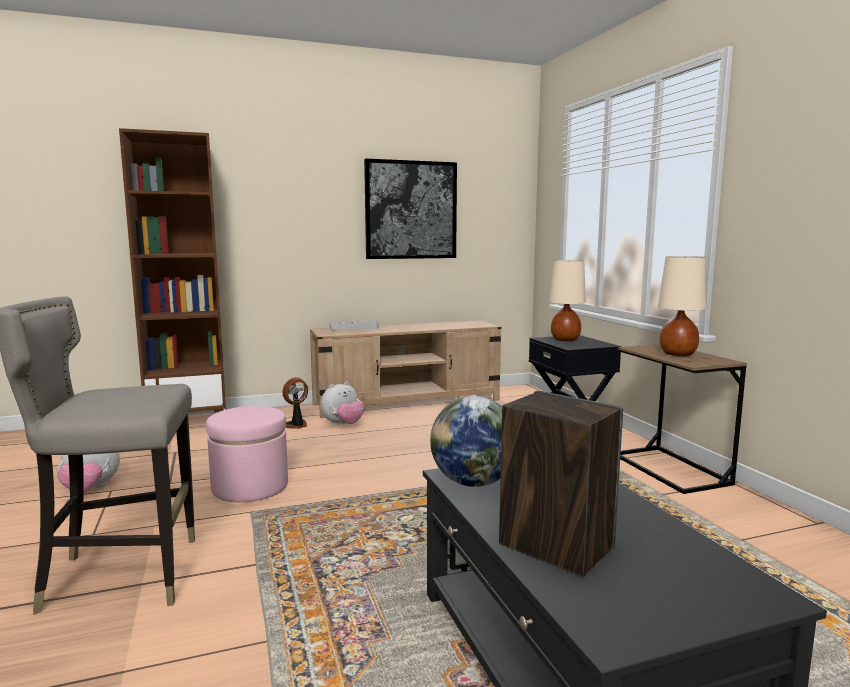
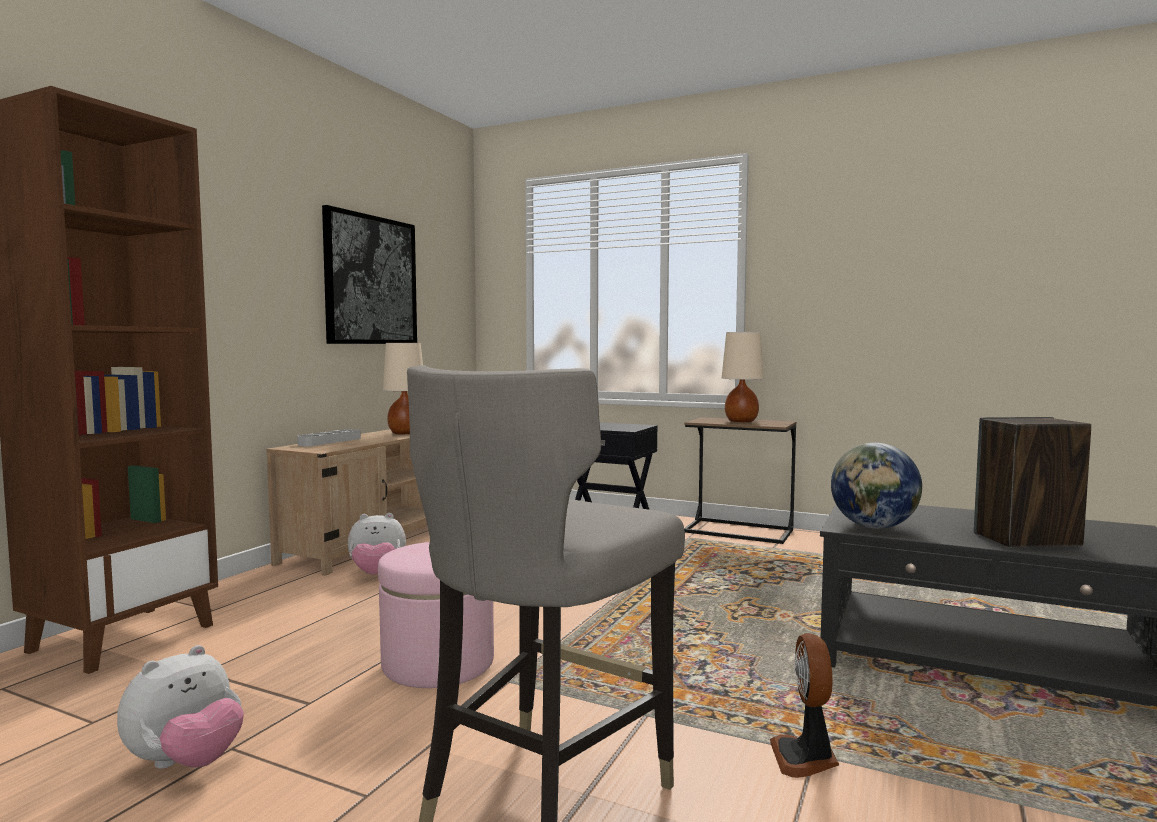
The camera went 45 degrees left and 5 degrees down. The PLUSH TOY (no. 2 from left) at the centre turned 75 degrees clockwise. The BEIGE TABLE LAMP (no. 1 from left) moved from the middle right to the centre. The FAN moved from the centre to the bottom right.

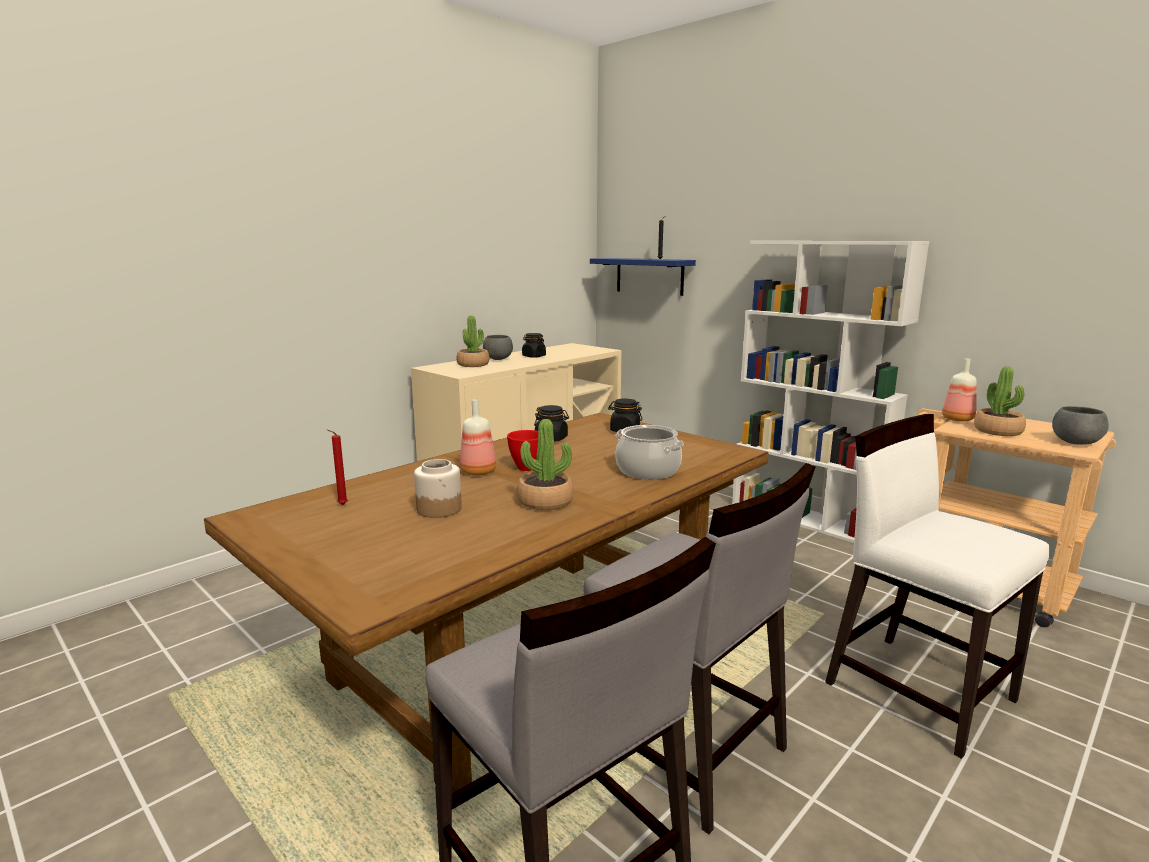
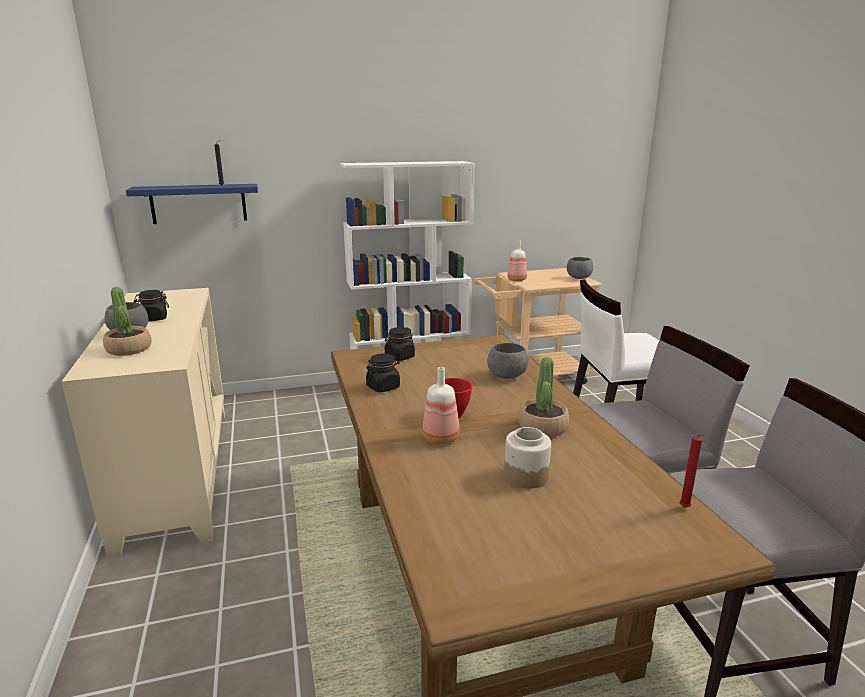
The camera went 60 degrees left and 5 degrees up. The COOKING POT at the centre was replaced by the GREY BOWL (no. 2 from left) at the centre. The RED CANDLE moved from the middle left to the bottom right. The POTTED PLANT (no. 3 from left) at the middle right disappeared.

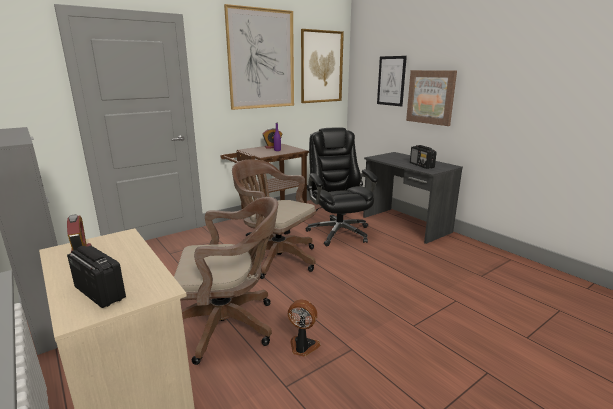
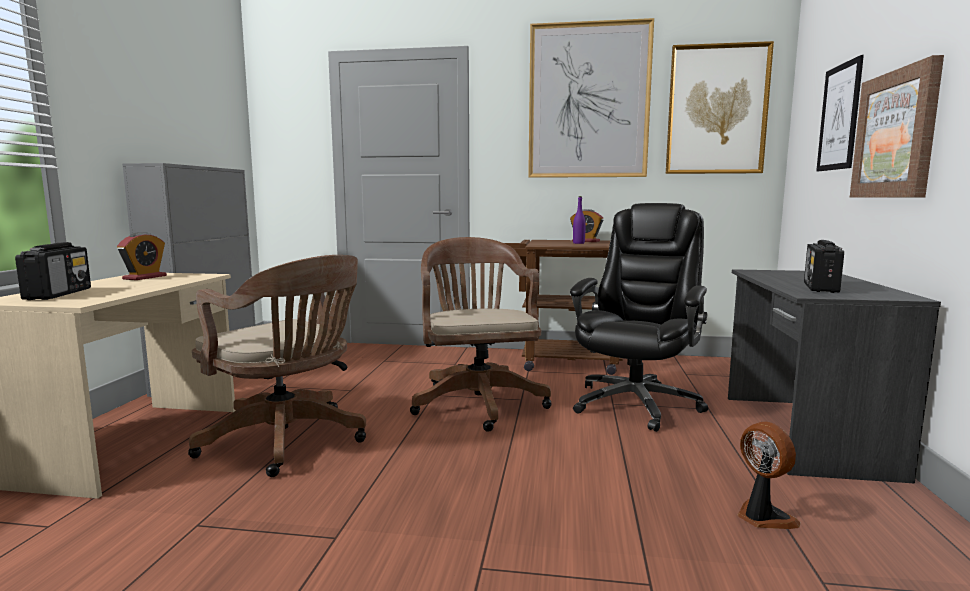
The camera went 45 degrees right and 10 degrees down. The FAN moved from the bottom centre to the bottom right.

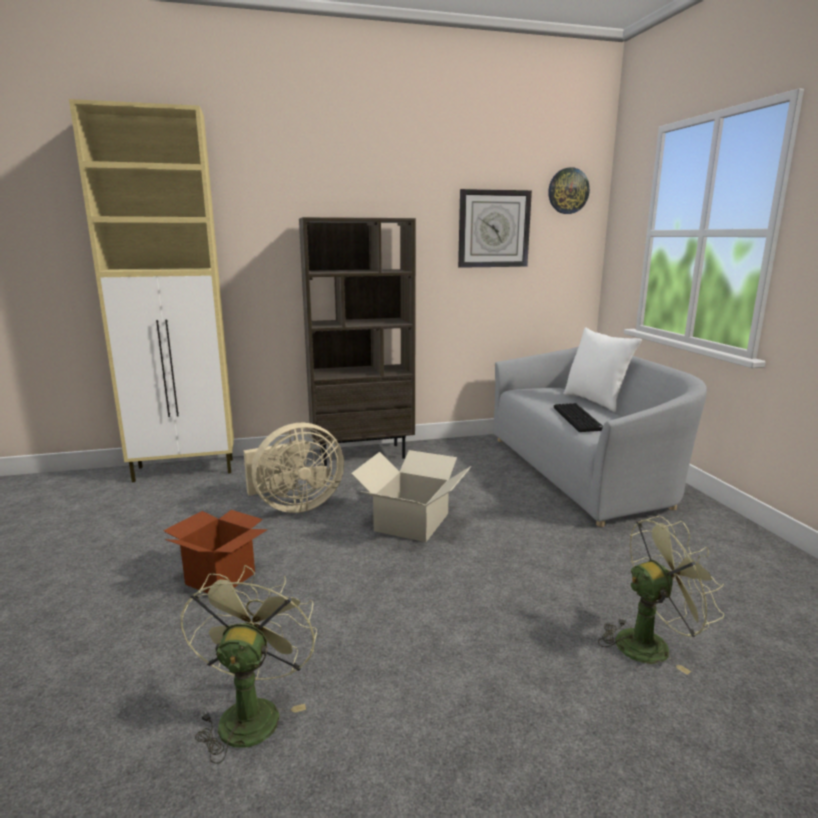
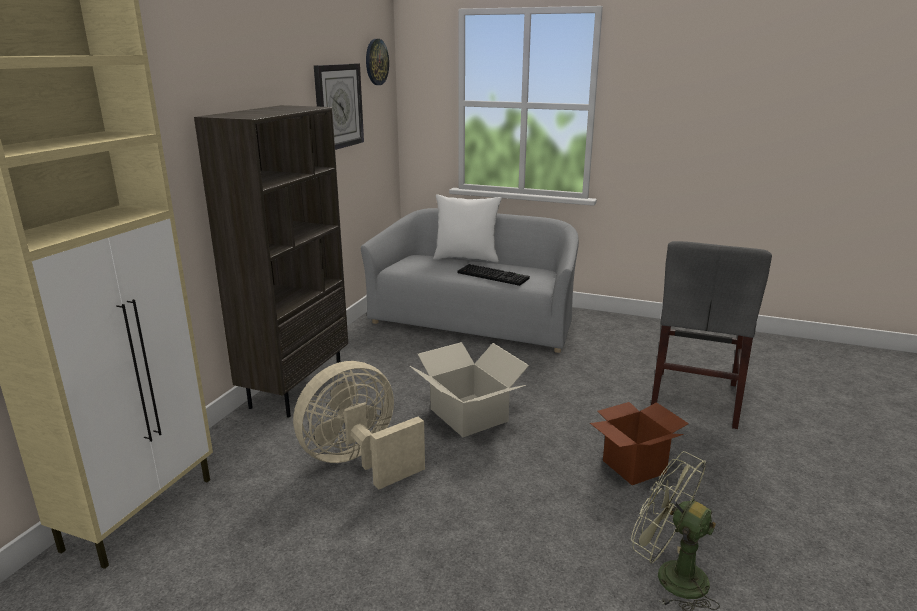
The camera went 55 degrees left and 5 degrees up. The BEIGE FAN at the centre turned 135 degrees counterclockwise. The CARDBOARD BOX (no. 1 from left in the first image) moved from the bottom left to the bottom right. The GREEN FAN (no. 2 from left) at the bottom right was replaced by the GREY CHAIR at the middle right.

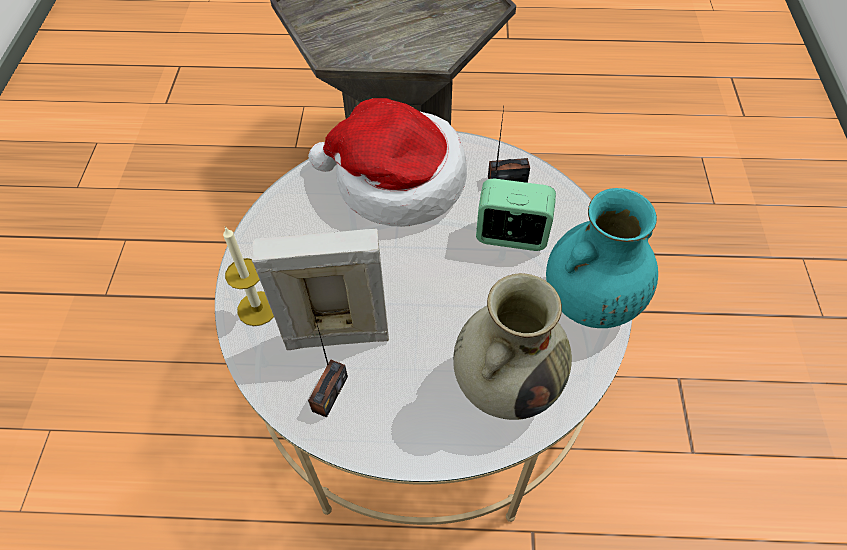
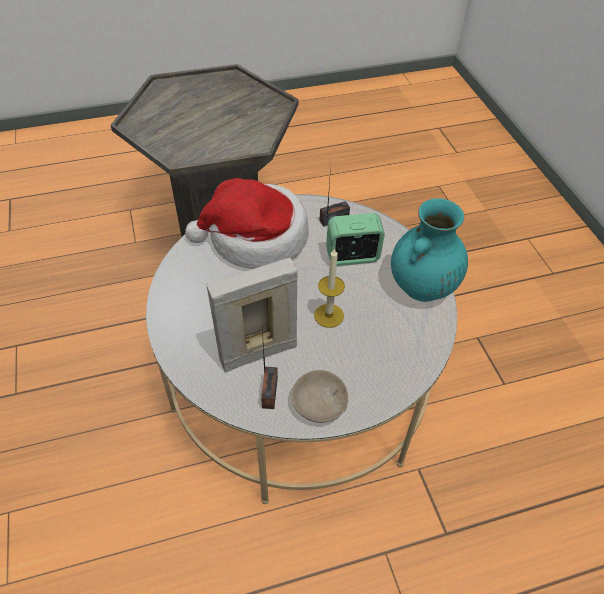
The camera went 20 degrees left and 5 degrees down. The BEIGE BOWL at the bottom centre appeared. The CANDLE moved from the middle left to the centre. The BEIGE VASE at the centre disappeared.

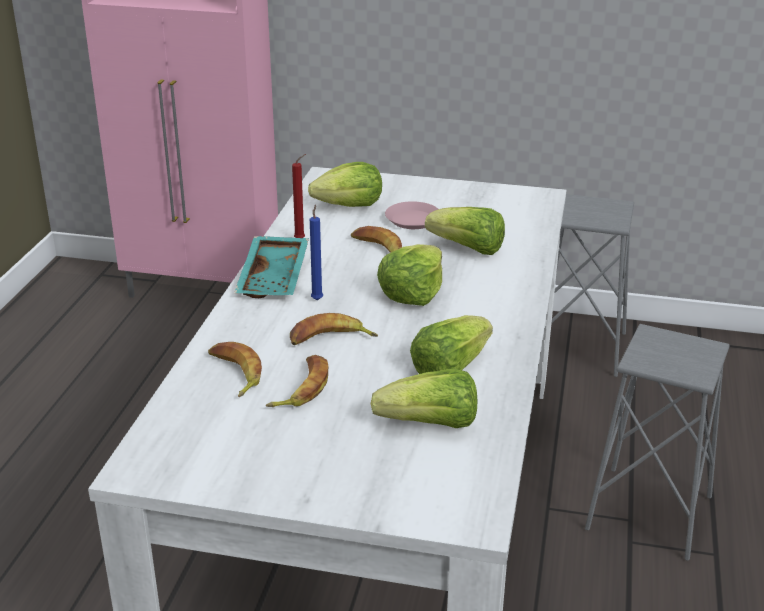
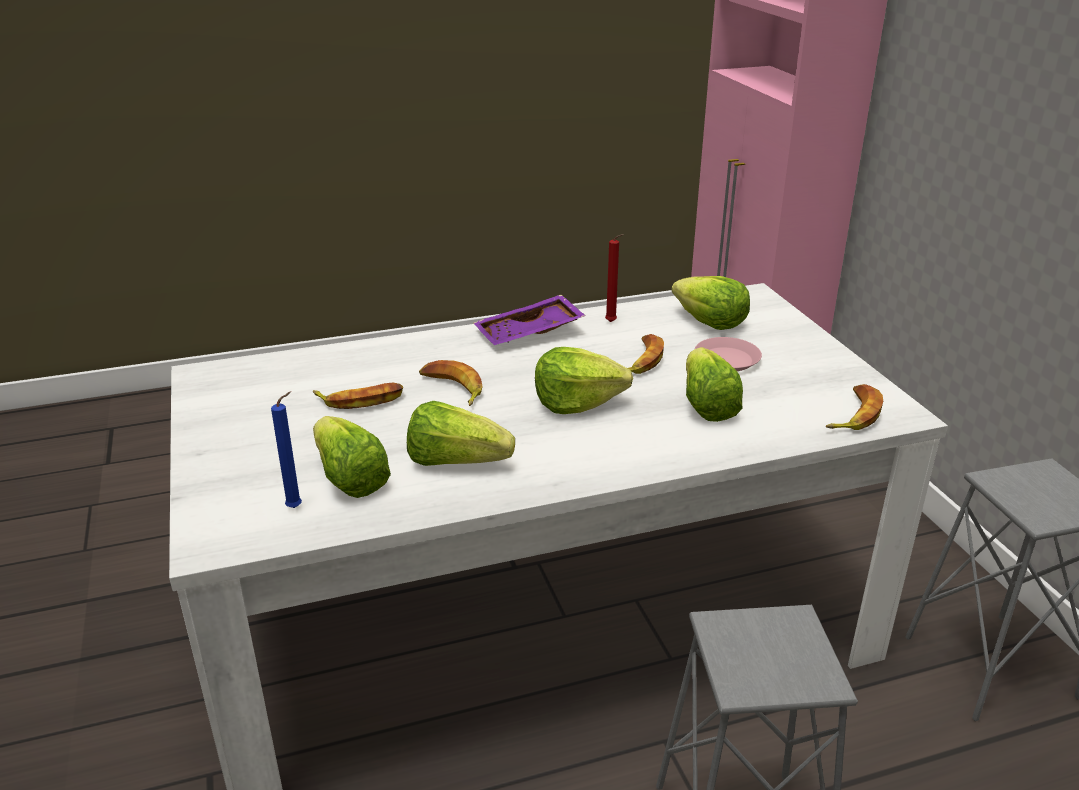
The camera went 60 degrees right and 0 degrees up. The BLUE CANDLE moved from the centre to the middle left. The TURQUOISE TRAY at the centre became the PURPLE TRAY at the centre. The BANANA (no. 1 from left in the first image) moved from the middle left to the middle right.

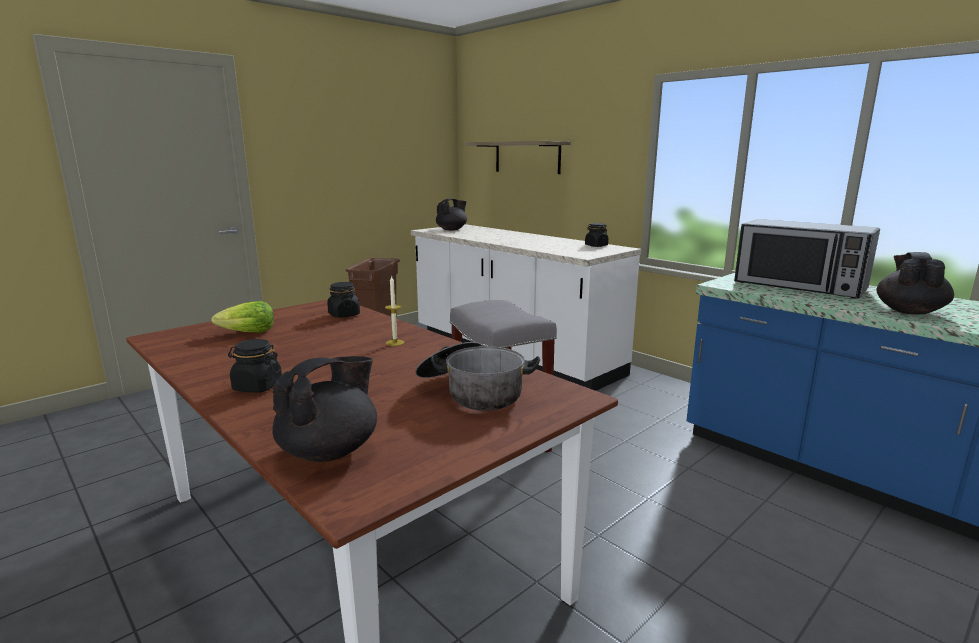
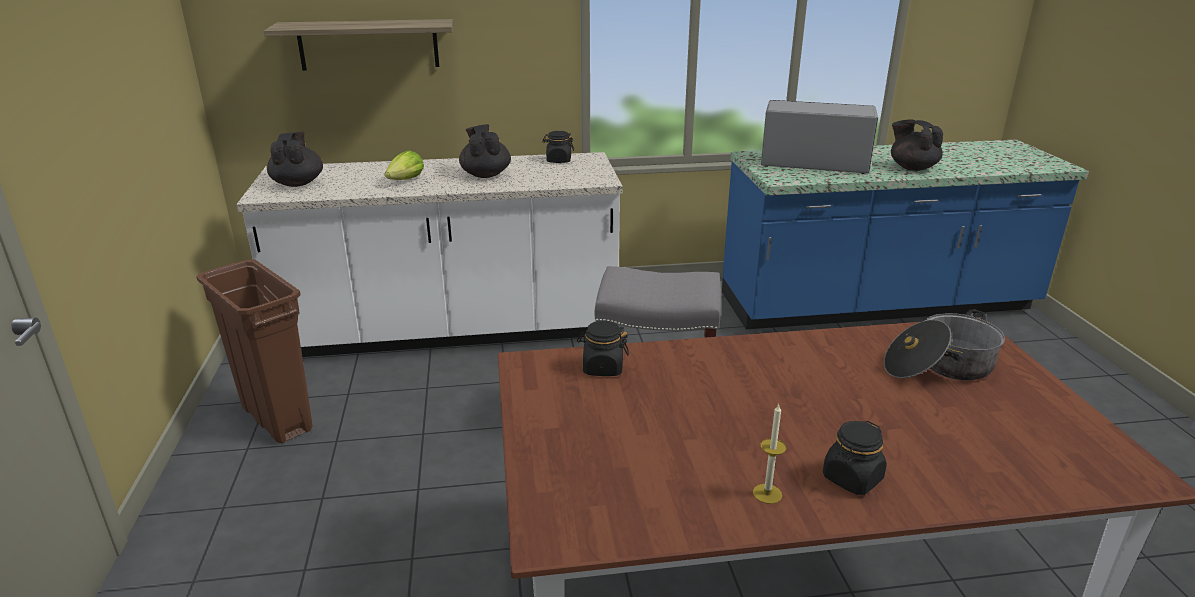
The camera went 55 degrees left and 10 degrees up. The LETTUCE moved from the middle left to the top centre. The BLACK TEAPOT (no. 1 from left in the first image) moved from the middle left to the top centre. The CANDLE moved from the centre to the bottom centre. The MICROWAVE at the middle right turned 150 degrees counterclockwise.

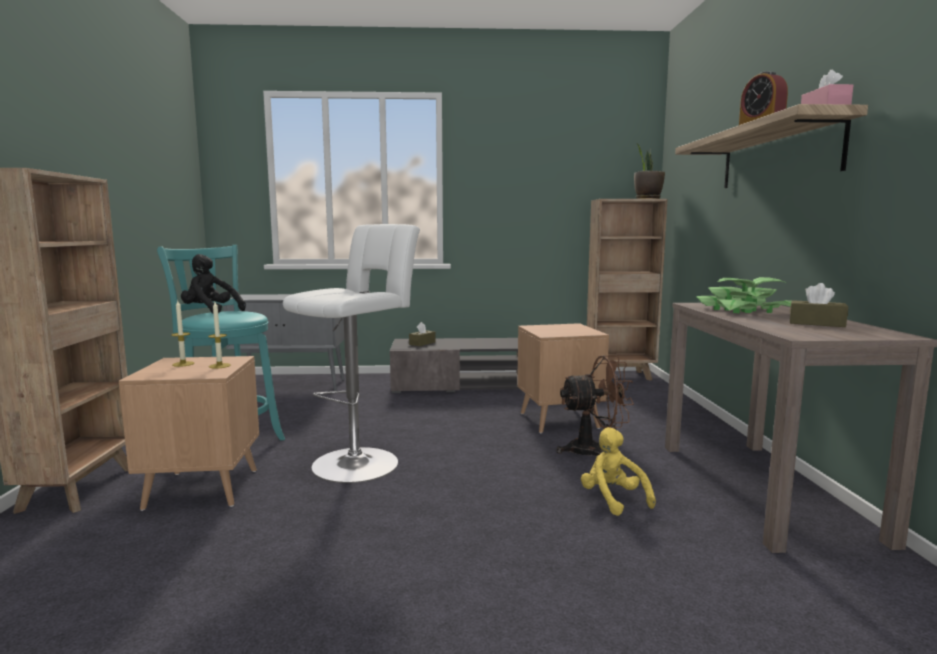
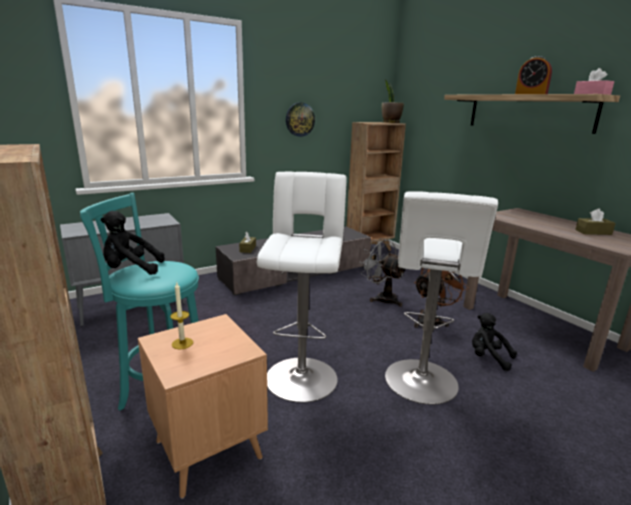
The camera went 30 degrees left and 10 degrees up. The WALL CLOCK at the top centre appeared. The BROWN SIDE TABLE (no. 2 from left) at the centre was replaced by the GREY FAN at the centre. The WHITE STOOL (no. 2 from left) at the middle right appeared. The YELLOW PLUSH TOY at the bottom centre became the BLACK PLUSH TOY (no. 2 from left) at the bottom right. The CANDLE (no. 2 from left) at the middle left disappeared. The POTTED PLANT (no. 2 from left) at the middle right disappeared.

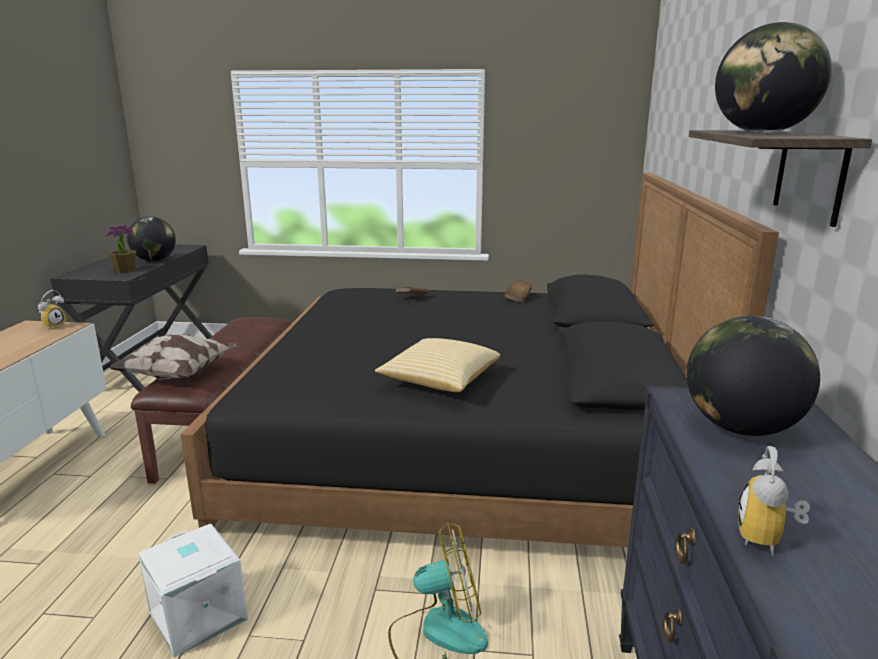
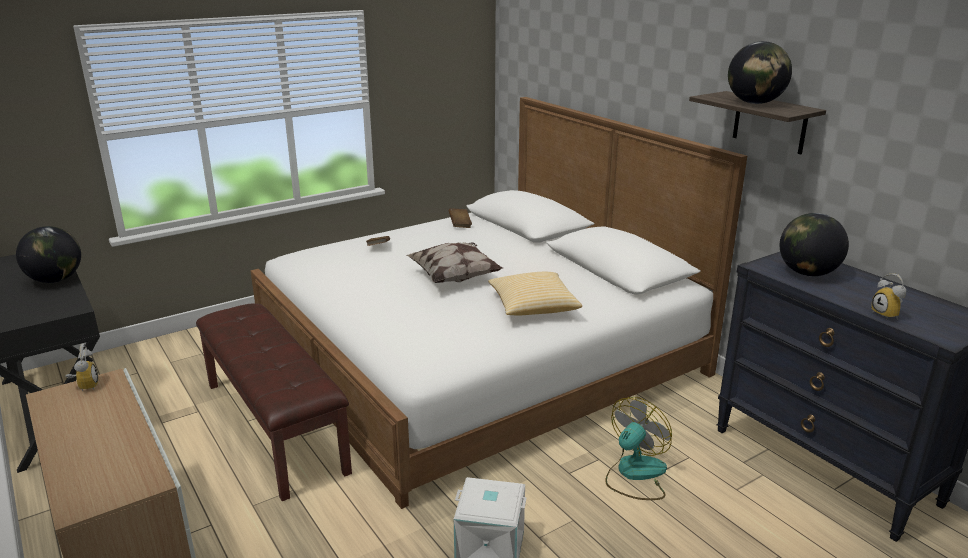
The camera went 40 degrees left and 5 degrees up. The BLACK BED at the centre became the WHITE BED at the centre. The PILLOW (no. 1 from left) moved from the middle left to the centre. The POTTED PLANT at the middle left disappeared.

